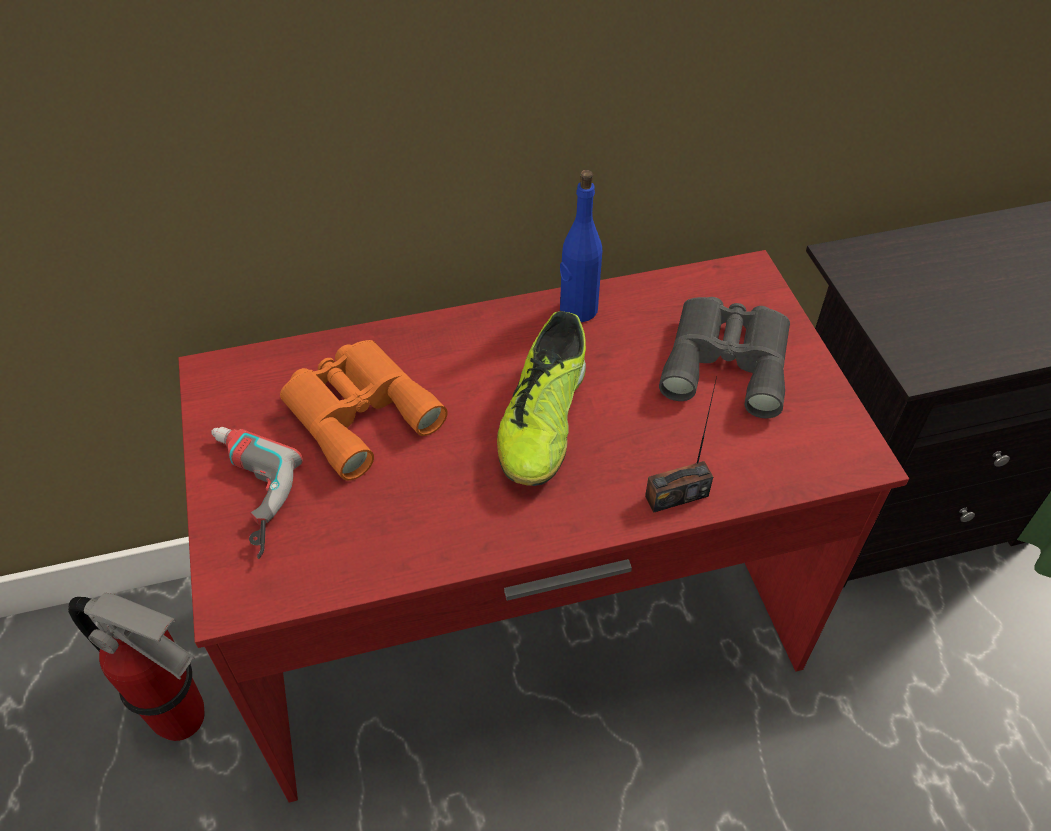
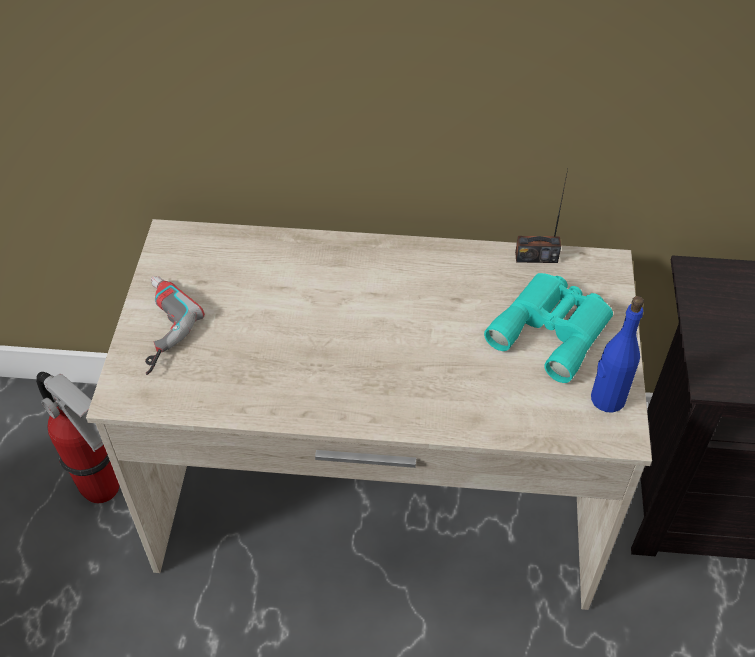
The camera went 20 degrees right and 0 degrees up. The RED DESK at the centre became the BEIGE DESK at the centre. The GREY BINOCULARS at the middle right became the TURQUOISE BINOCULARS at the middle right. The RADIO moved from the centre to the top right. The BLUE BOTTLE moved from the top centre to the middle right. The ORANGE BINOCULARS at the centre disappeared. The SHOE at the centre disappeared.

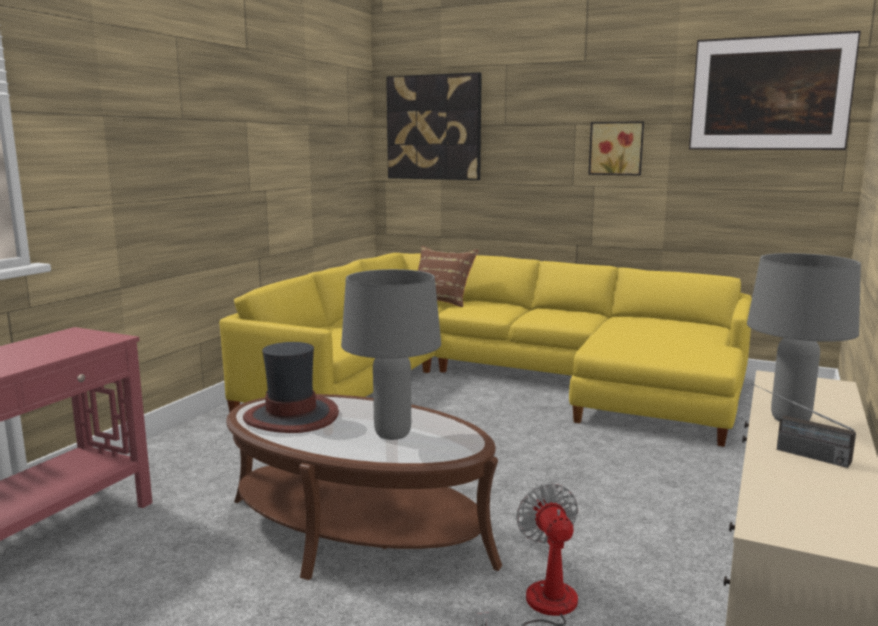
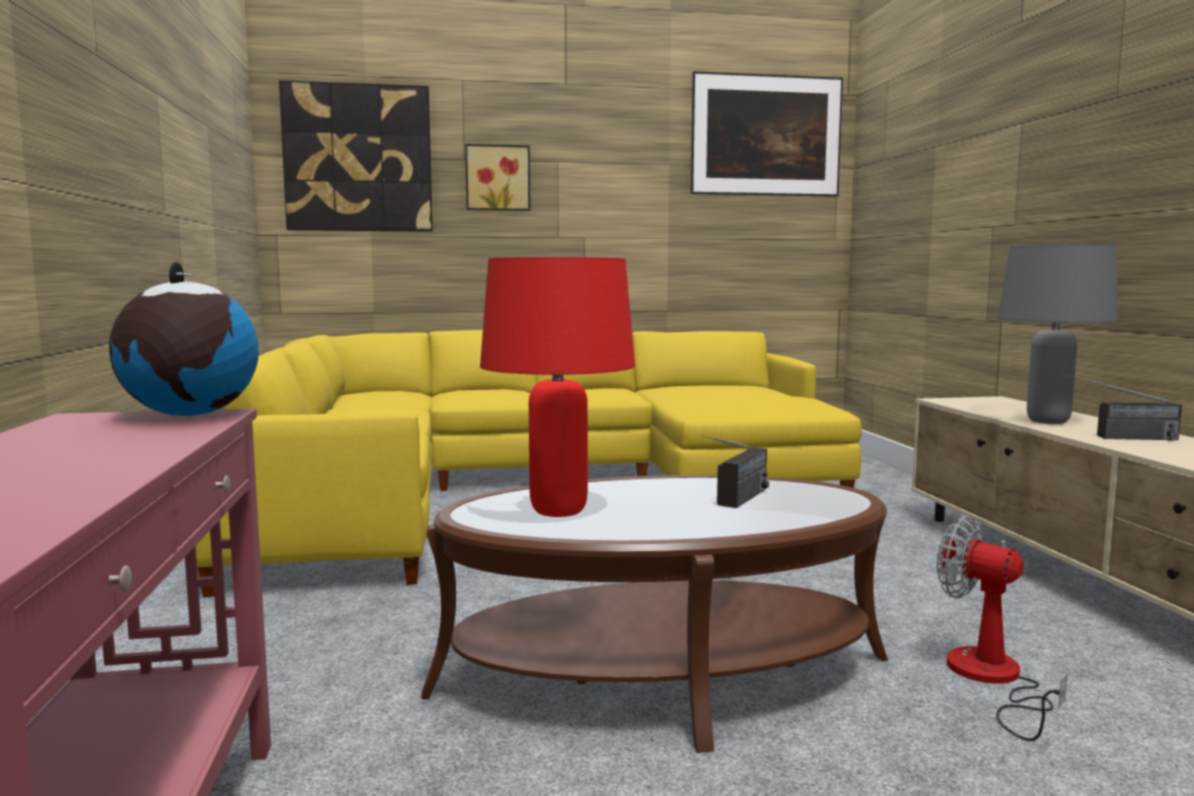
The camera went 35 degrees left and 5 degrees down. The GLOBE at the middle left appeared. The PICTURE (no. 2 from left) moved from the top right to the top centre. The HAT at the middle left was replaced by the RED TABLE LAMP at the centre. The GREY TABLE LAMP (no. 1 from left) at the centre was replaced by the RADIO (no. 1 from left) at the centre. The BROWN PILLOW at the centre disappeared.

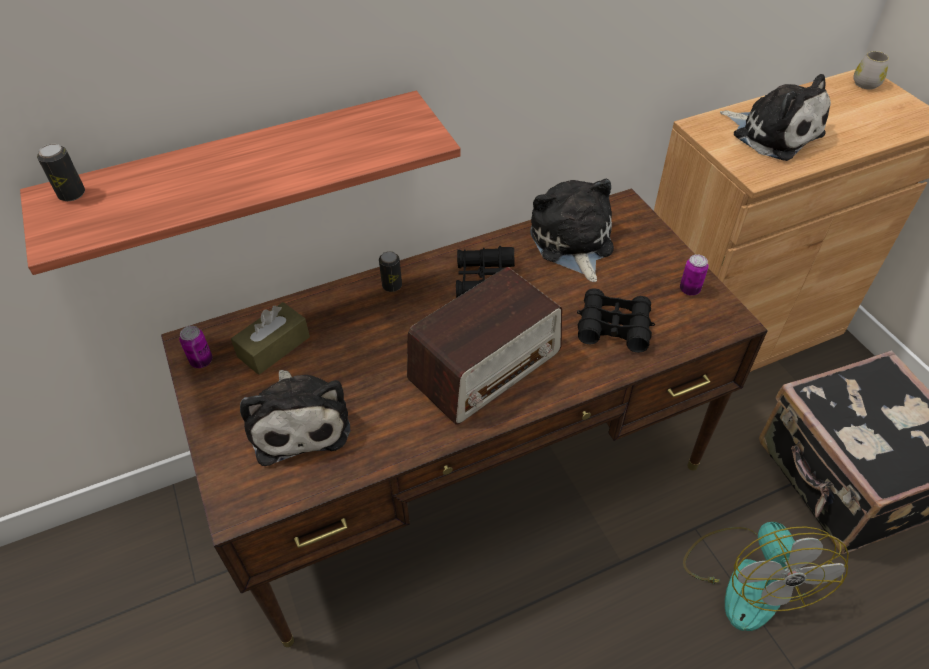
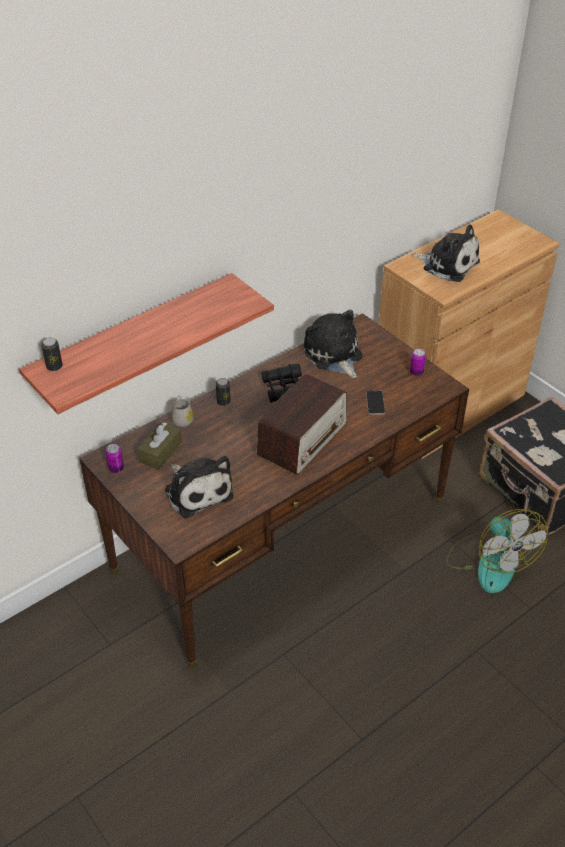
The camera went 15 degrees left and 5 degrees down. The WHITE MUG moved from the top right to the middle left. The BLACK BINOCULARS (no. 2 from left) at the centre was replaced by the PHONE at the centre.

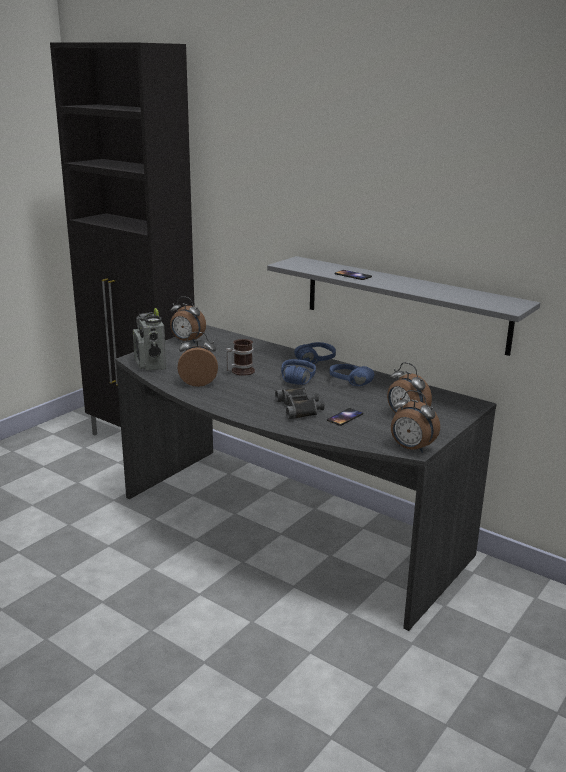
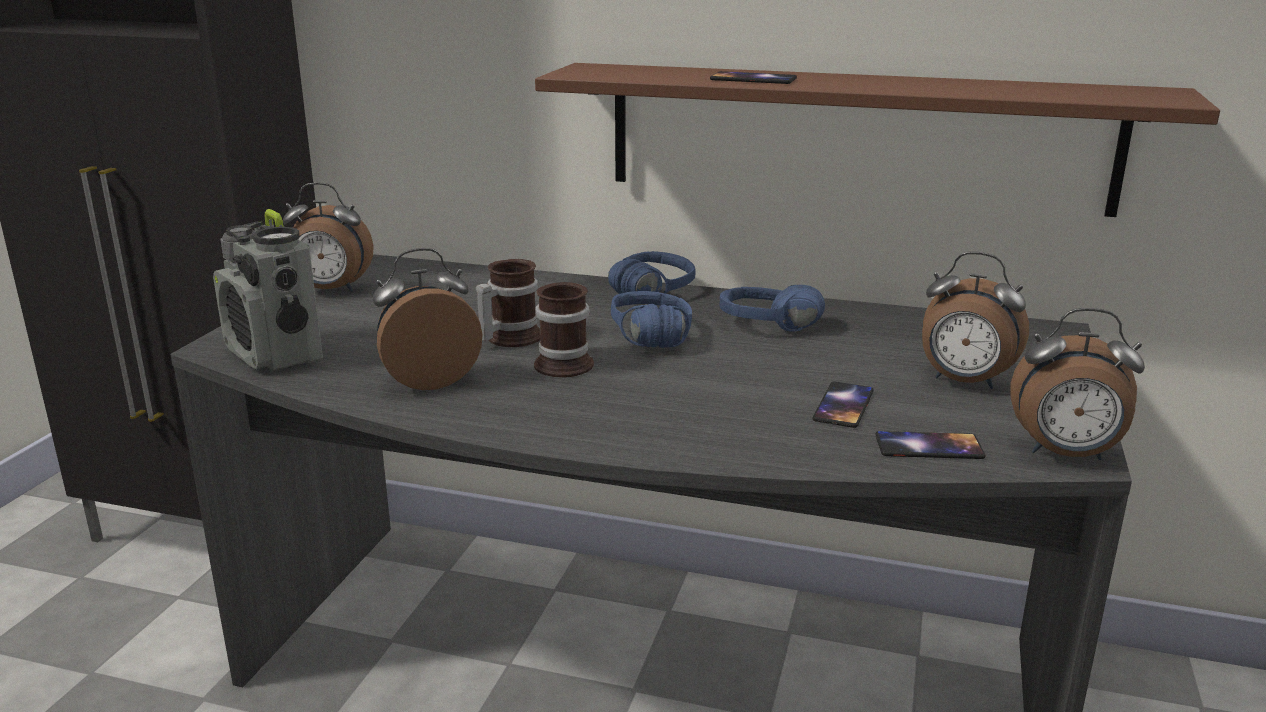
The camera went 20 degrees left and 0 degrees up. The MUG (no. 2 from left) at the centre appeared. The GREY SHELF at the middle right became the BROWN SHELF at the top right. The PHONE (no. 3 from left) at the middle right appeared. The BLACK BINOCULARS at the centre disappeared.

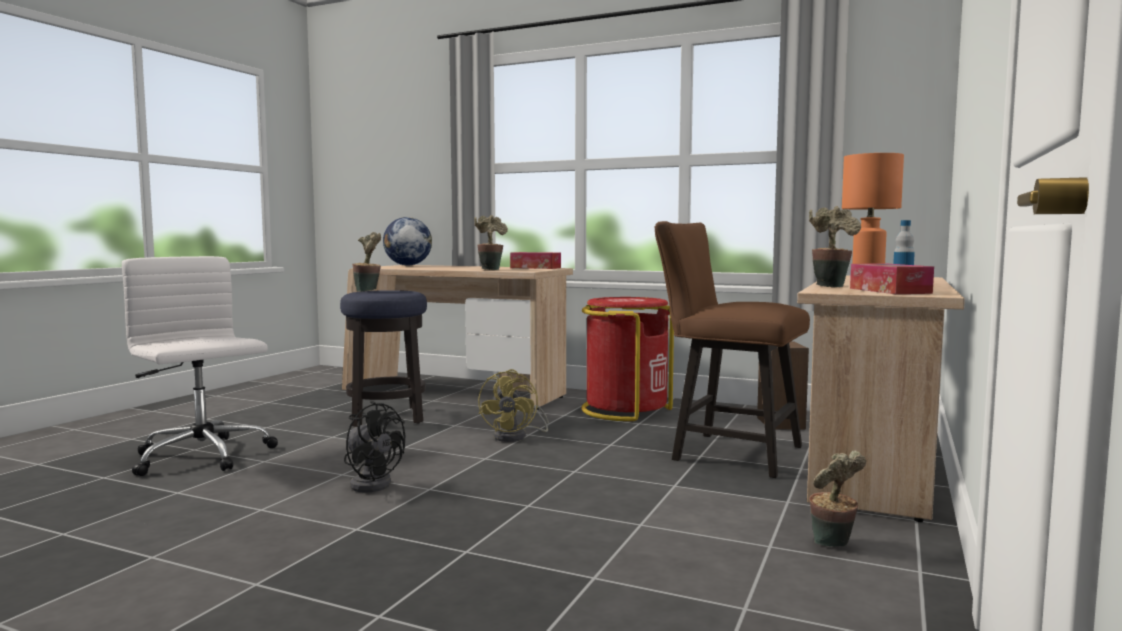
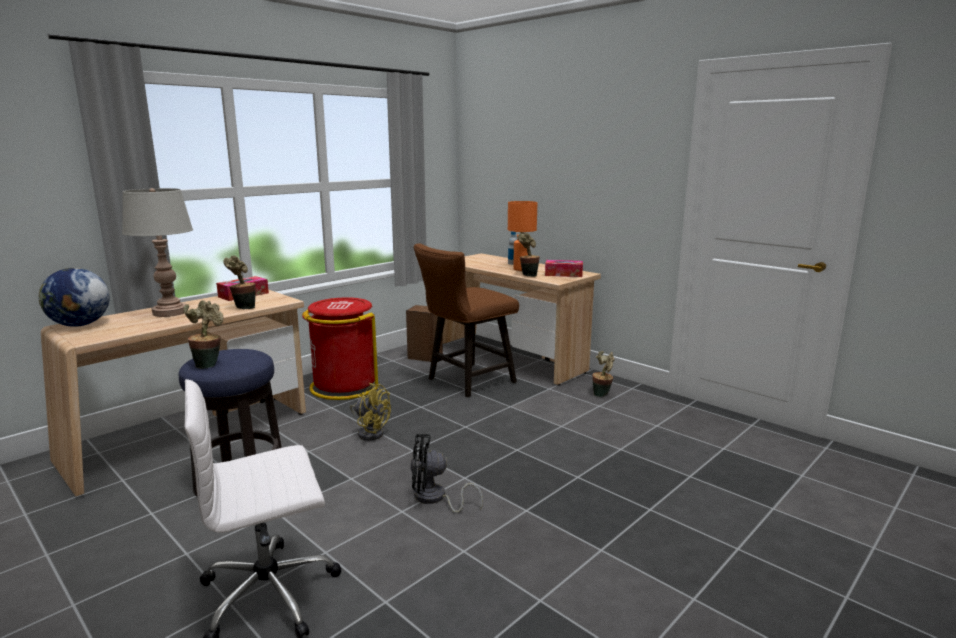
The camera went 70 degrees left and 10 degrees up. The GREY TABLE LAMP at the middle left appeared. The BLACK FAN at the bottom centre turned 150 degrees counterclockwise.

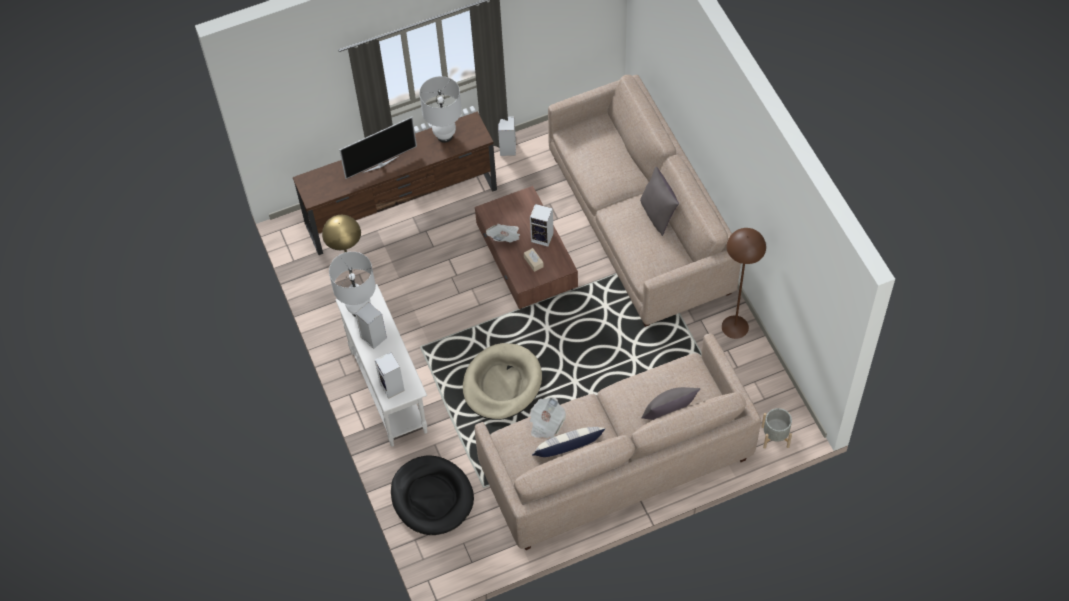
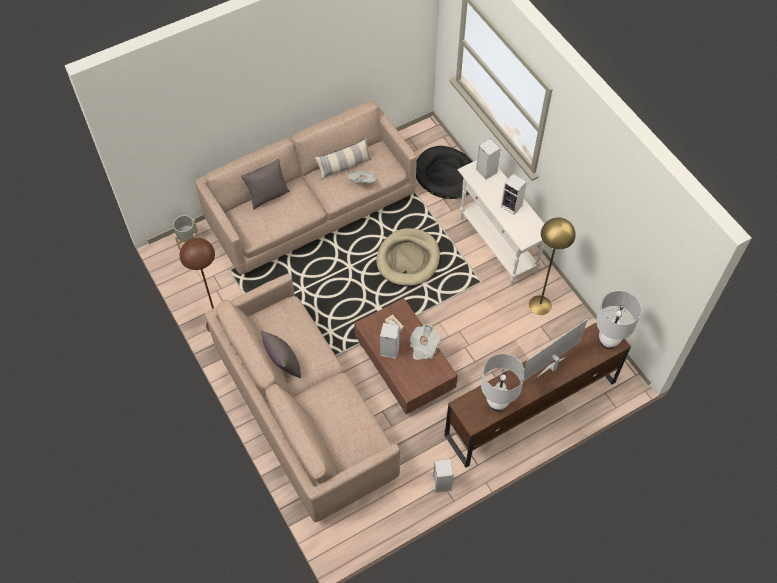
The camera went 170 degrees right and 0 degrees up. The WHITE TABLE LAMP (no. 1 from left in the first image) moved from the middle left to the middle right.

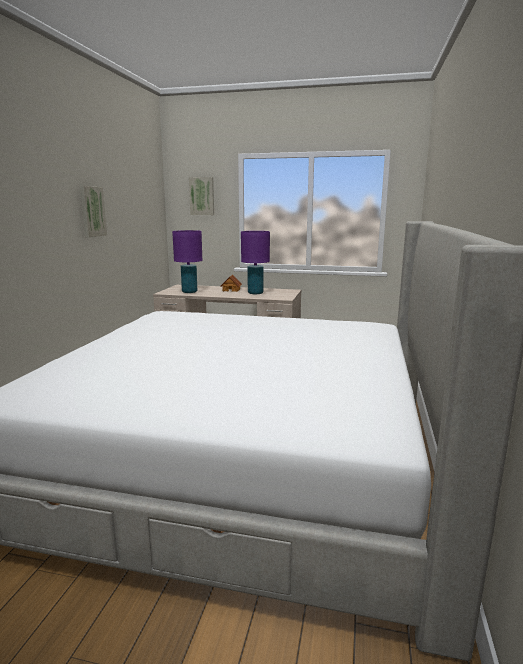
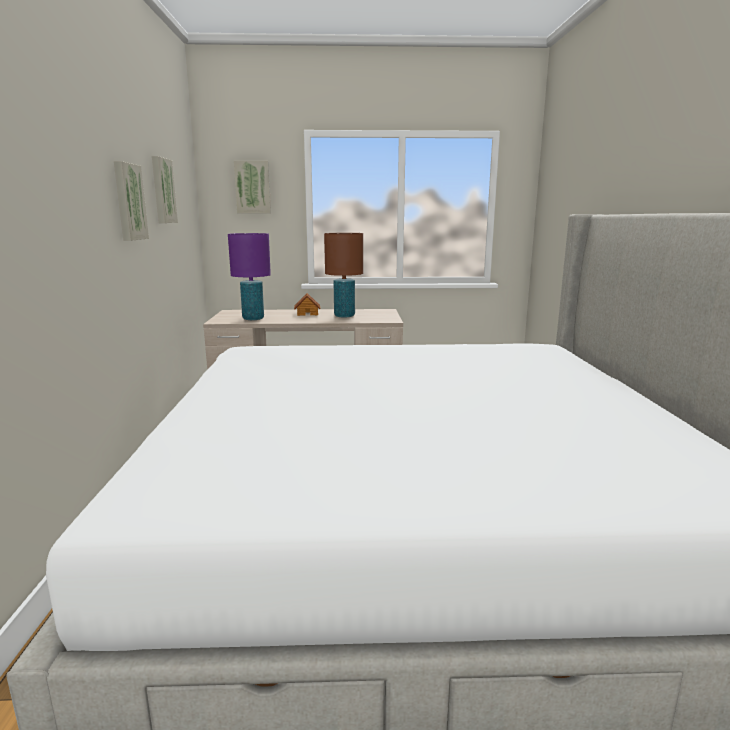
The camera went 15 degrees left and 0 degrees up. The PICTURE (no. 2 from left) at the top left appeared. The PURPLE TABLE LAMP (no. 2 from left) at the centre became the BROWN TABLE LAMP at the centre.

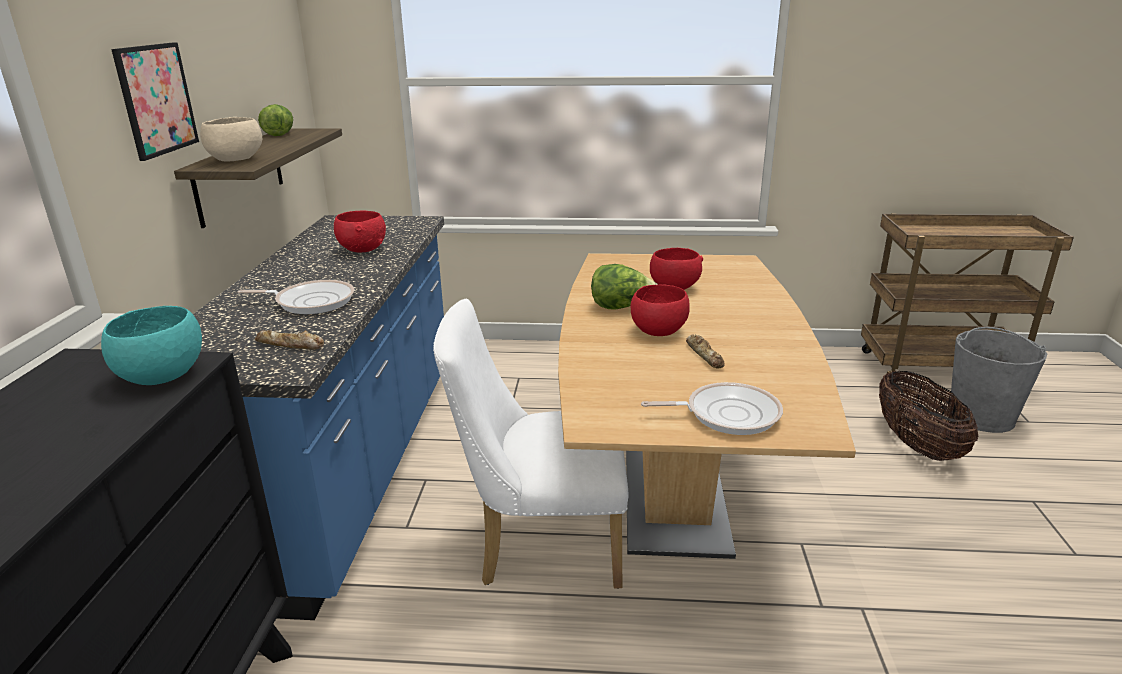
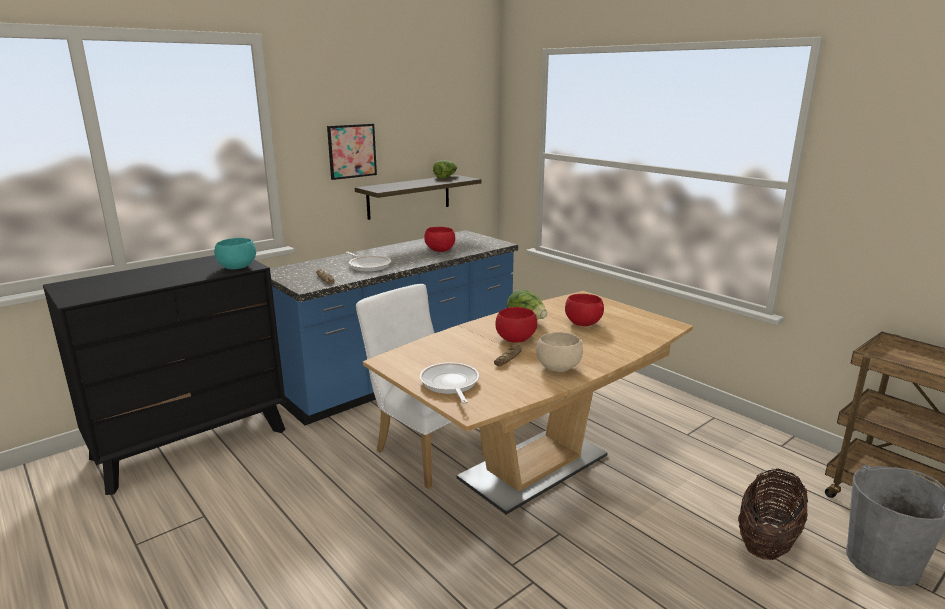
The camera went 45 degrees right and 5 degrees down. The FRYING PAN (no. 2 from left) at the centre turned 150 degrees counterclockwise. The BEIGE BOWL moved from the top left to the centre.

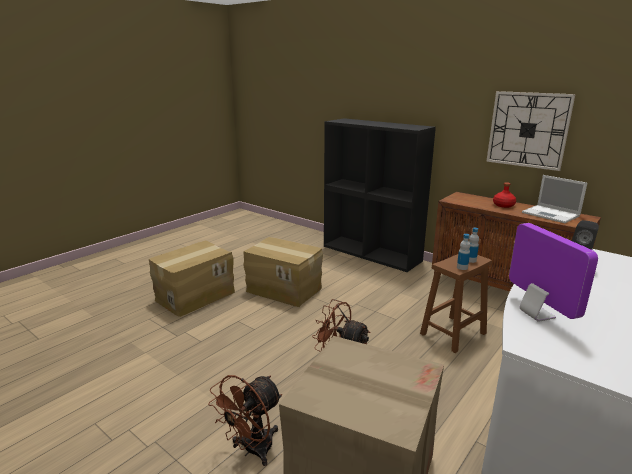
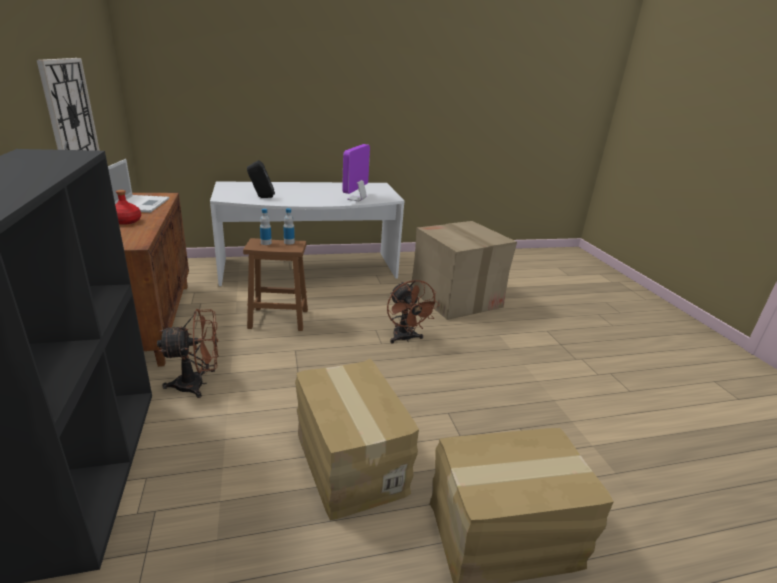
The camera went 145 degrees left and 5 degrees up. The BROWN FAN (no. 1 from left) moved from the bottom centre to the middle left.

